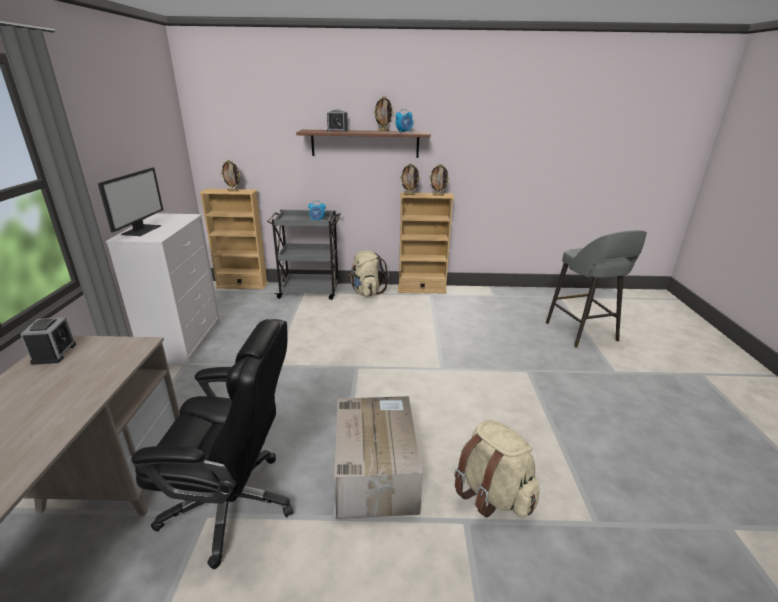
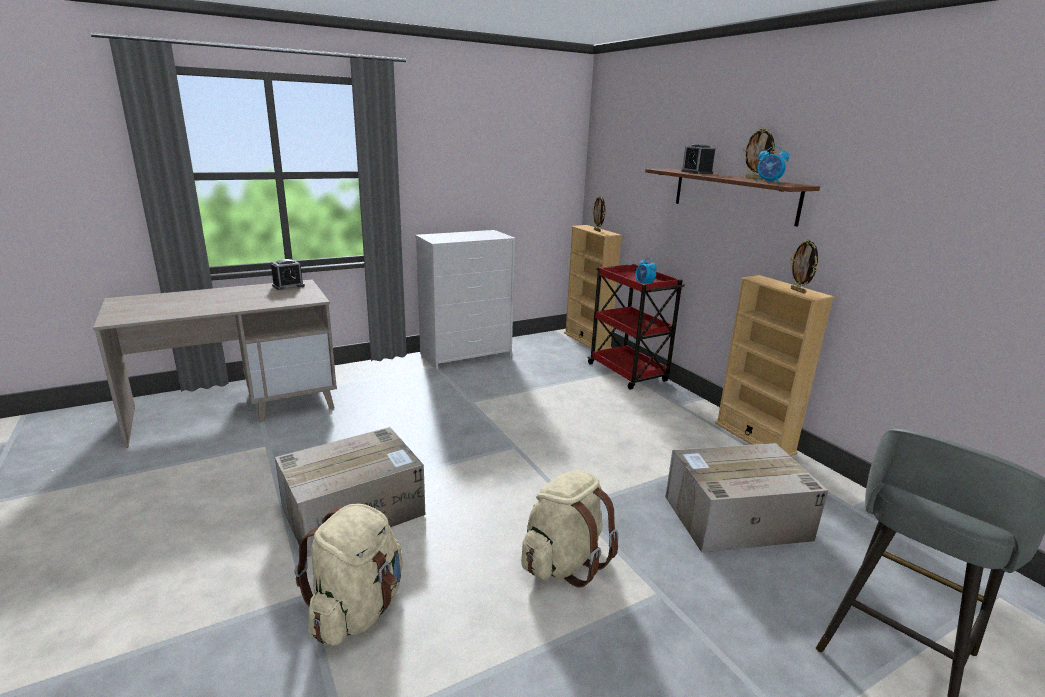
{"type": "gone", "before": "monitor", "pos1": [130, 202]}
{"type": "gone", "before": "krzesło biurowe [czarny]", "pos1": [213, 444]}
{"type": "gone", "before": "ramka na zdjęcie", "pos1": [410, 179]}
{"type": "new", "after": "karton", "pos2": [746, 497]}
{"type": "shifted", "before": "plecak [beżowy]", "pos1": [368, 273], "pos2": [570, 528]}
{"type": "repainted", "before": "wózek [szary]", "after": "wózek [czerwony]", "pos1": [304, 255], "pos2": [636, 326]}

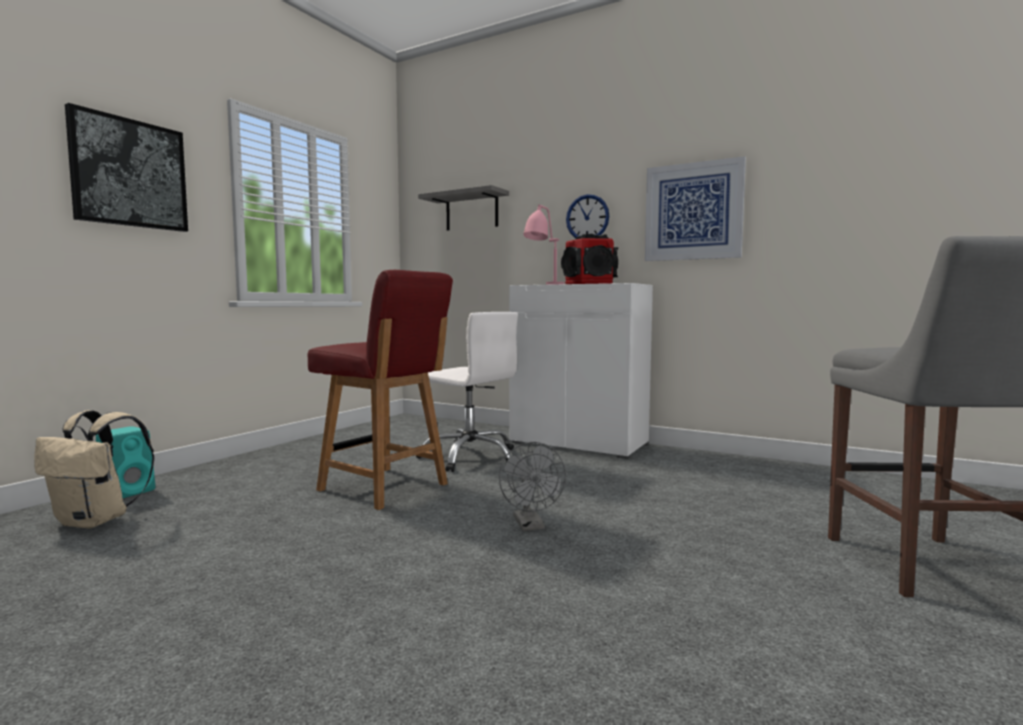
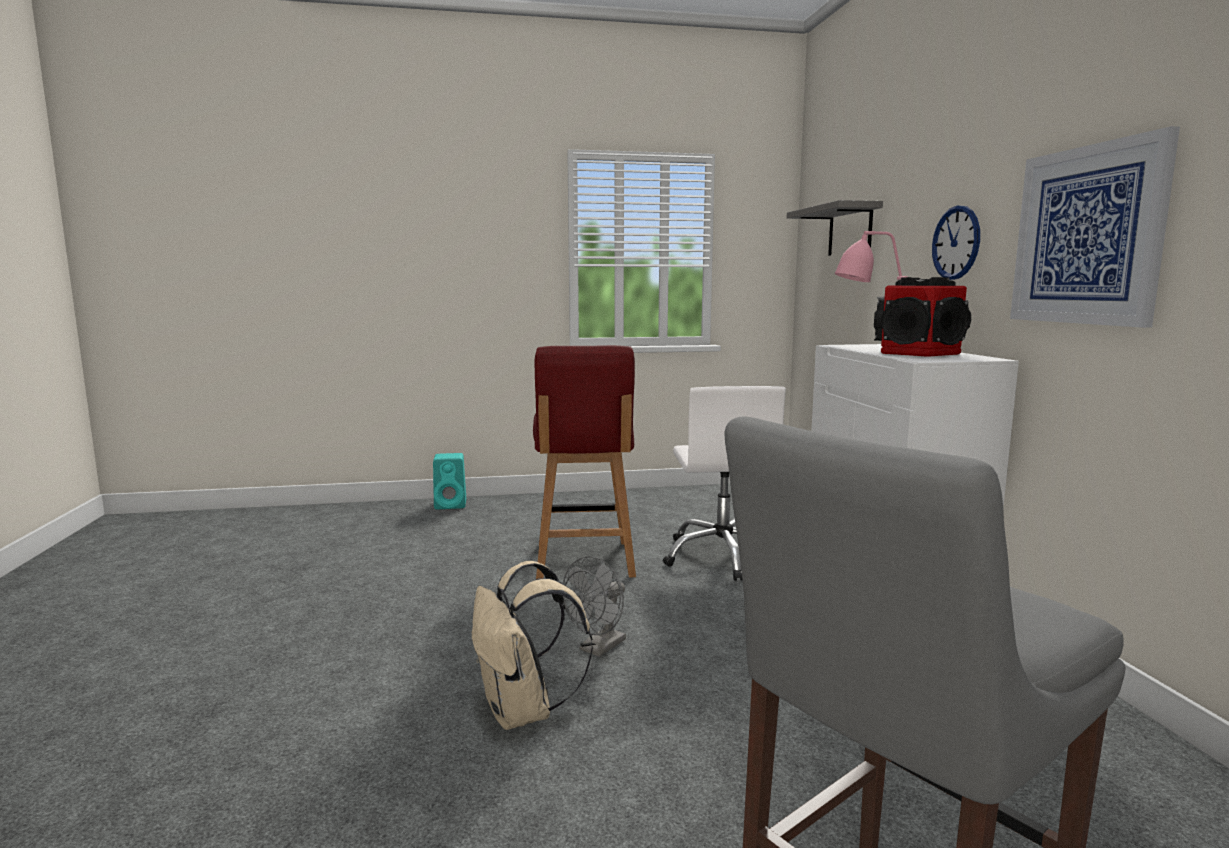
{"type": "gone", "before": "obraz", "pos1": [126, 167]}
{"type": "shifted", "before": "plecak [beżowy]", "pos1": [94, 469], "pos2": [532, 645]}

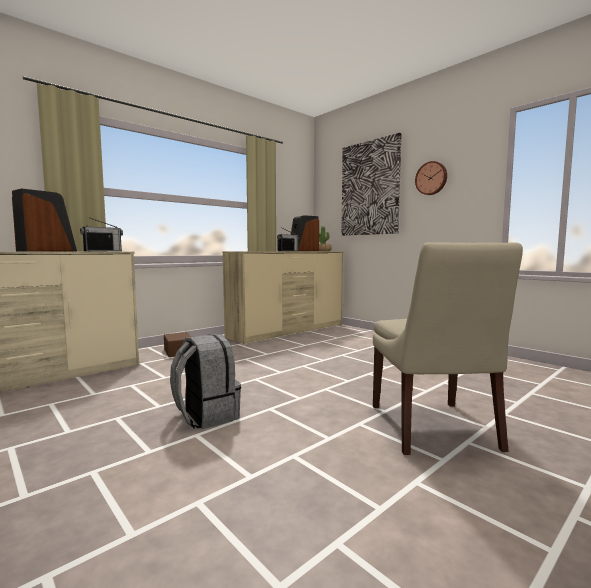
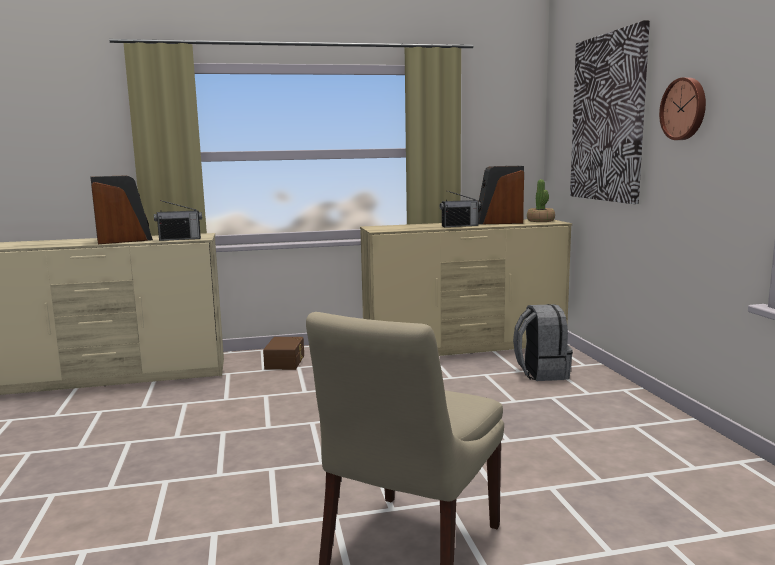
{"type": "shifted", "before": "plecak [szary]", "pos1": [205, 381], "pos2": [543, 342]}

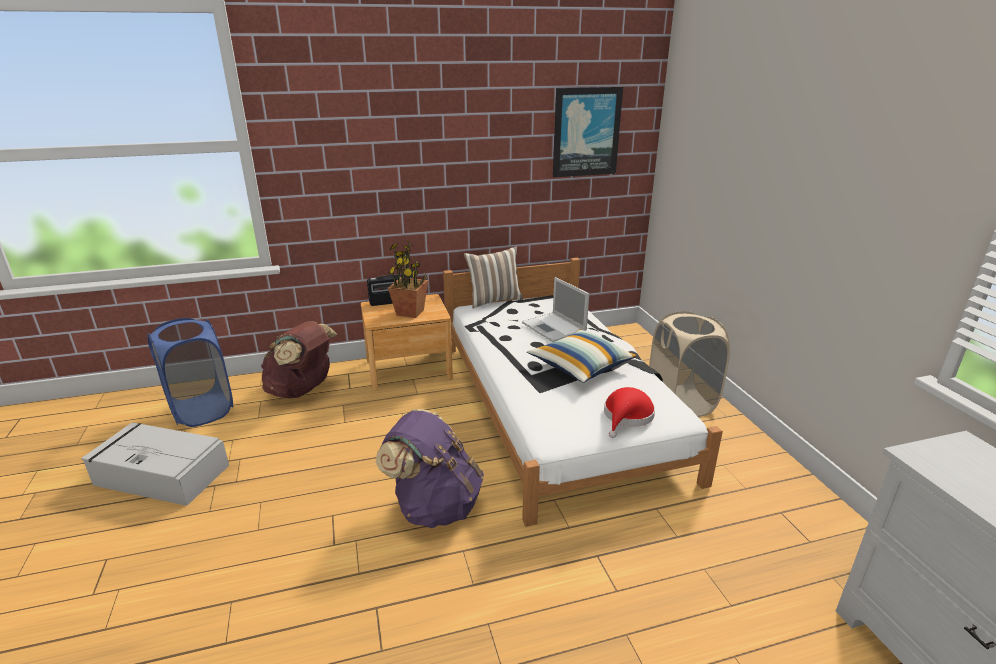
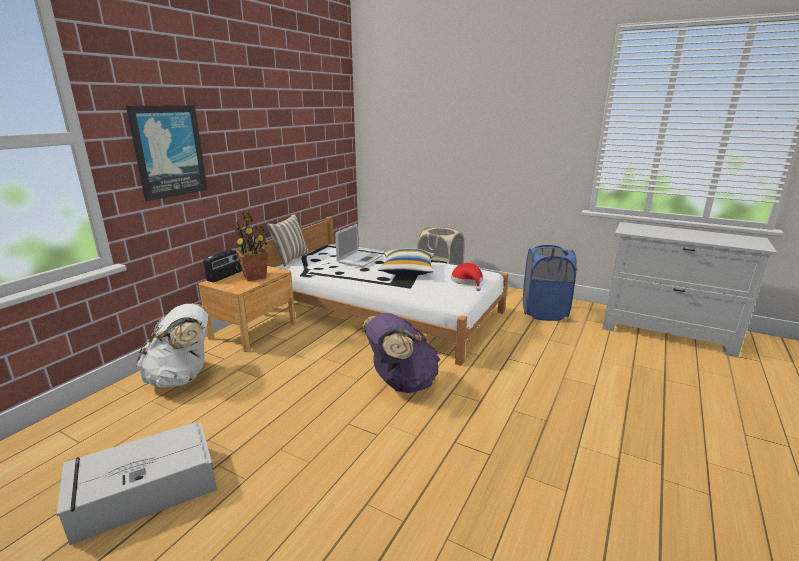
{"type": "shifted", "before": "kosz na pranie [niebieski]", "pos1": [190, 372], "pos2": [550, 283]}
{"type": "shifted", "before": "obraz", "pos1": [588, 132], "pos2": [167, 153]}
{"type": "repainted", "before": "plecak [brązowy]", "after": "plecak [biały]", "pos1": [299, 359], "pos2": [172, 346]}
{"type": "rotated", "before": "laptop", "pos1": [555, 309], "pos2": [359, 245], "turn": -75}

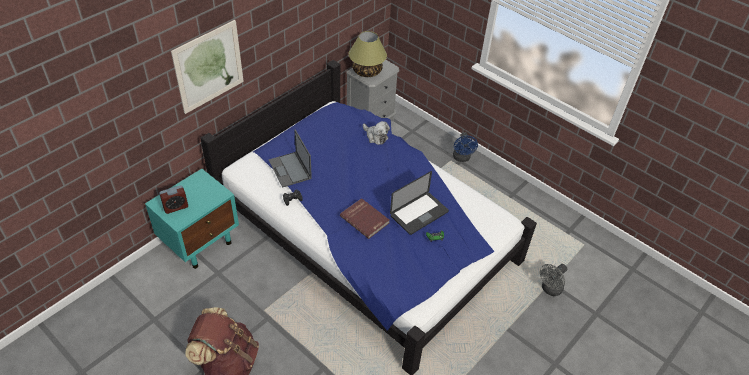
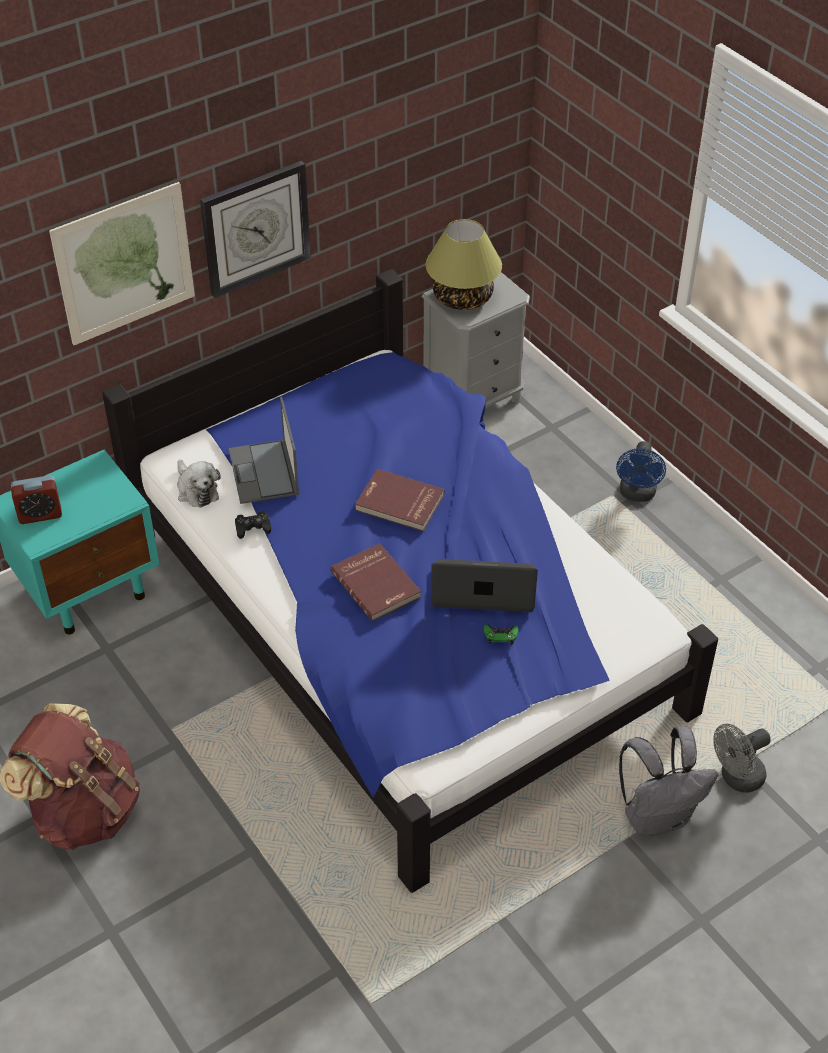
{"type": "new", "after": "zegar ścienny", "pos2": [255, 229]}
{"type": "new", "after": "książka [czerwony]", "pos2": [400, 500]}
{"type": "new", "after": "plecak [szary]", "pos2": [668, 781]}
{"type": "shifted", "before": "pluszak", "pos1": [376, 133], "pos2": [199, 484]}
{"type": "rotated", "before": "laptop", "pos1": [419, 203], "pos2": [484, 585], "turn": -150}

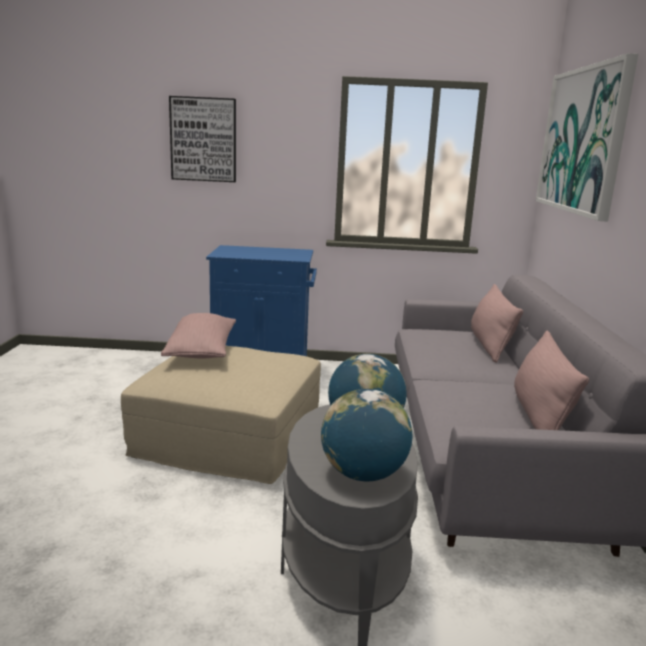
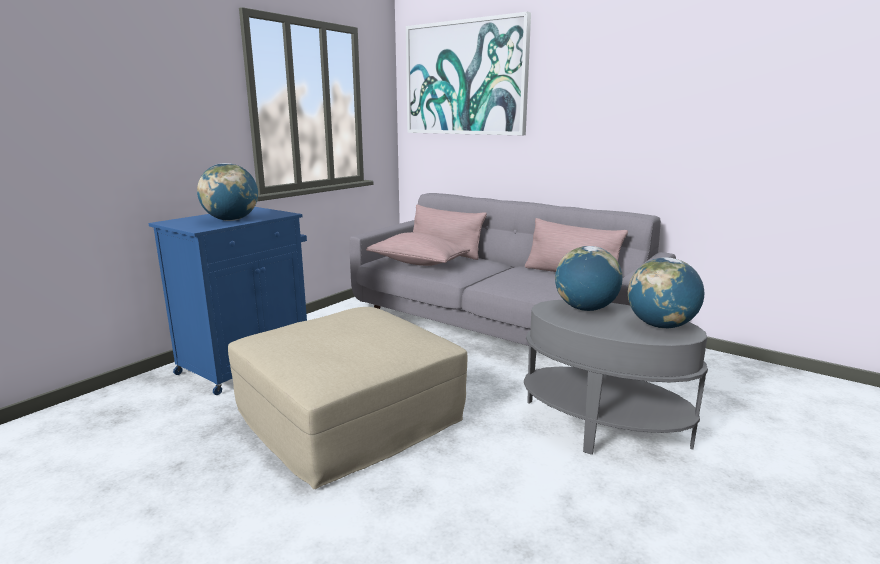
{"type": "gone", "before": "obraz", "pos1": [202, 139]}
{"type": "new", "after": "globus", "pos2": [227, 192]}
{"type": "shifted", "before": "poduszka [różowy]", "pos1": [198, 335], "pos2": [418, 249]}

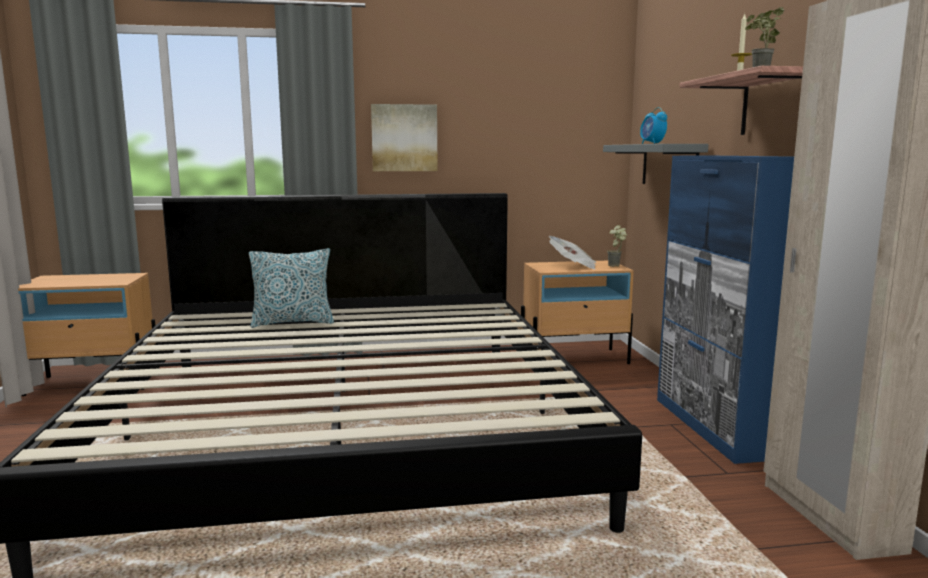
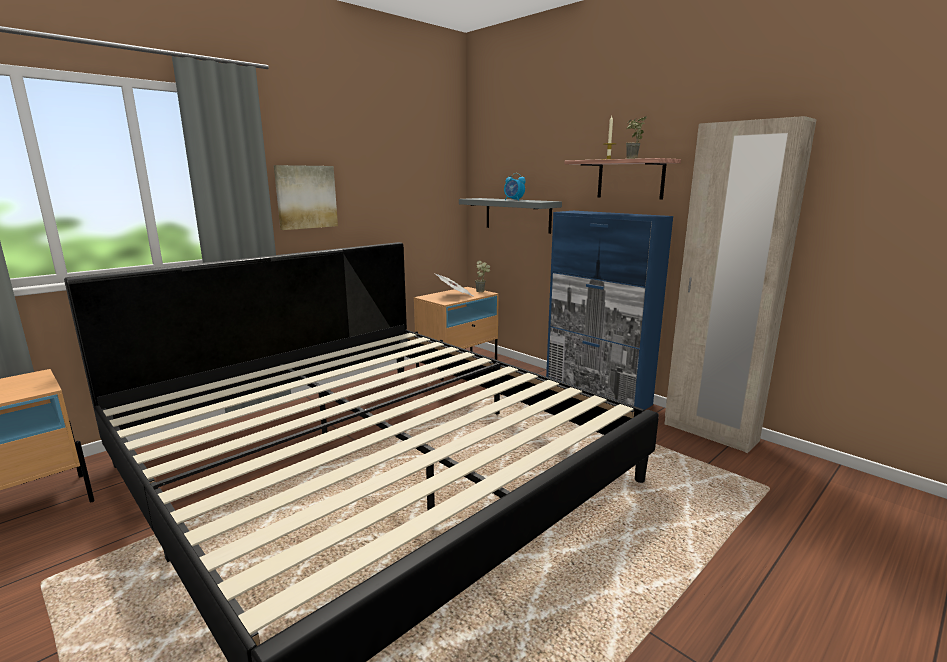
{"type": "gone", "before": "poduszka", "pos1": [291, 288]}

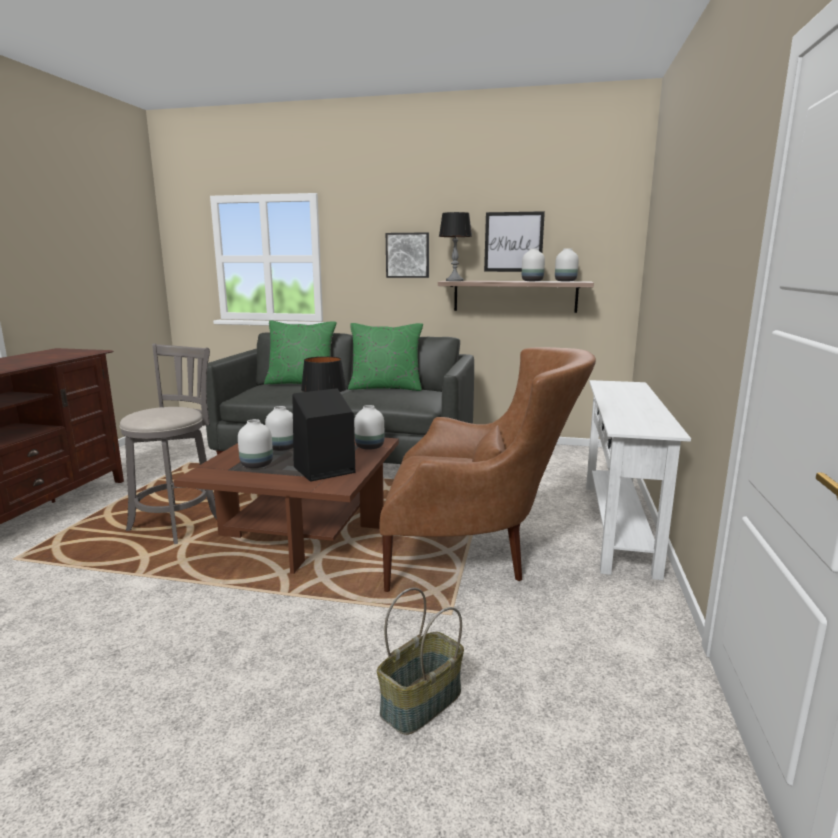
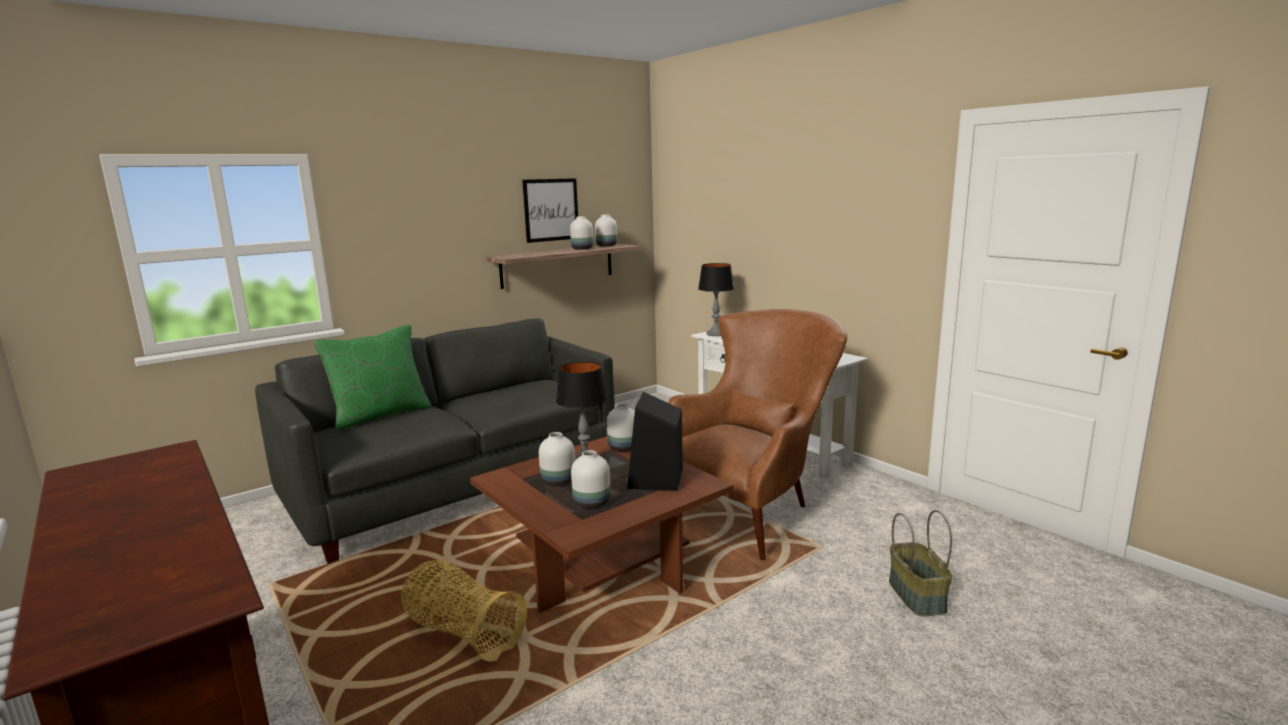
{"type": "gone", "before": "poduszka [zielony]", "pos1": [385, 357]}
{"type": "gone", "before": "obraz", "pos1": [407, 255]}
{"type": "shifted", "before": "lampa stołowa", "pos1": [455, 246], "pos2": [716, 299]}
{"type": "swapped", "before": "stołek [szary]", "after": "koszyk", "pos1": [168, 443], "pos2": [464, 611]}

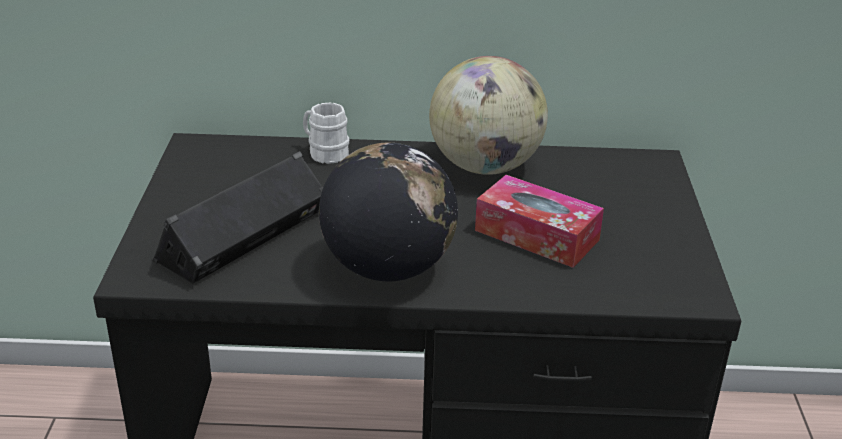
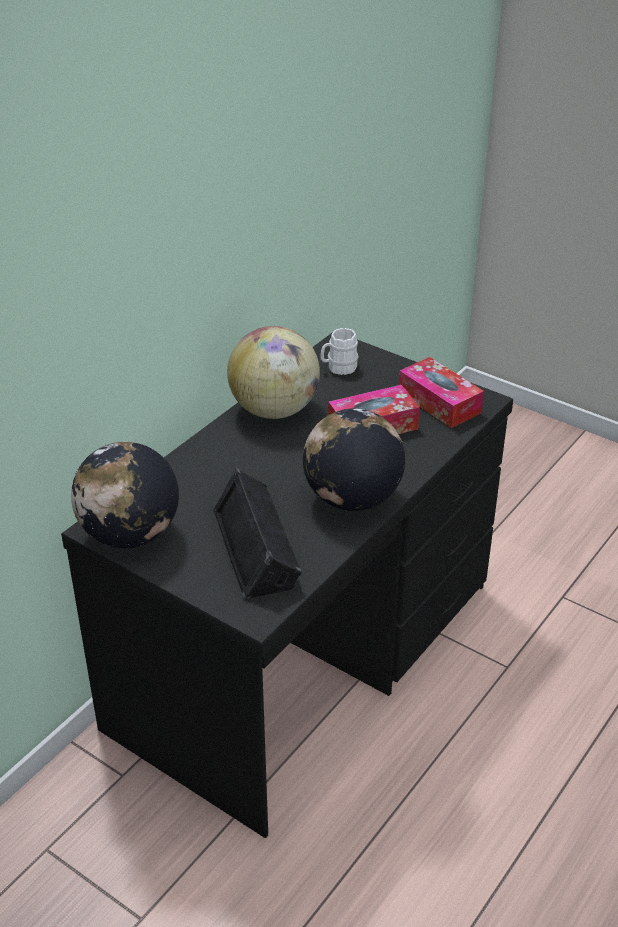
{"type": "new", "after": "globus", "pos2": [125, 495]}
{"type": "new", "after": "pudełko chusteczek", "pos2": [441, 392]}
{"type": "shifted", "before": "kubek [biały]", "pos1": [326, 133], "pos2": [339, 351]}

